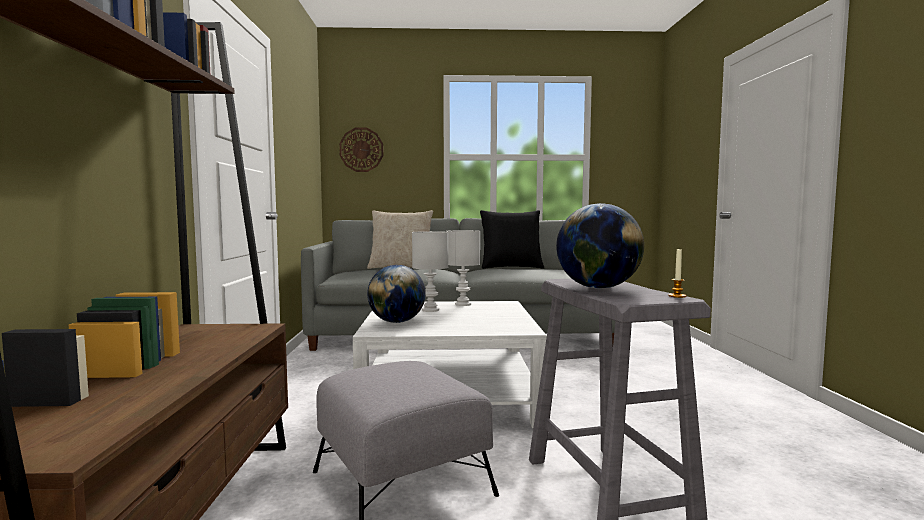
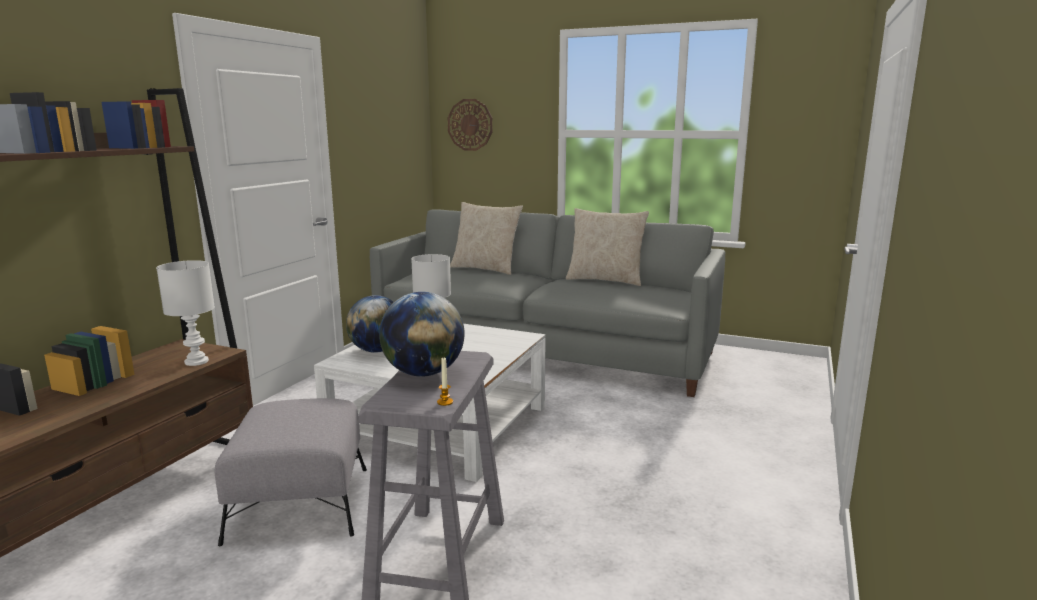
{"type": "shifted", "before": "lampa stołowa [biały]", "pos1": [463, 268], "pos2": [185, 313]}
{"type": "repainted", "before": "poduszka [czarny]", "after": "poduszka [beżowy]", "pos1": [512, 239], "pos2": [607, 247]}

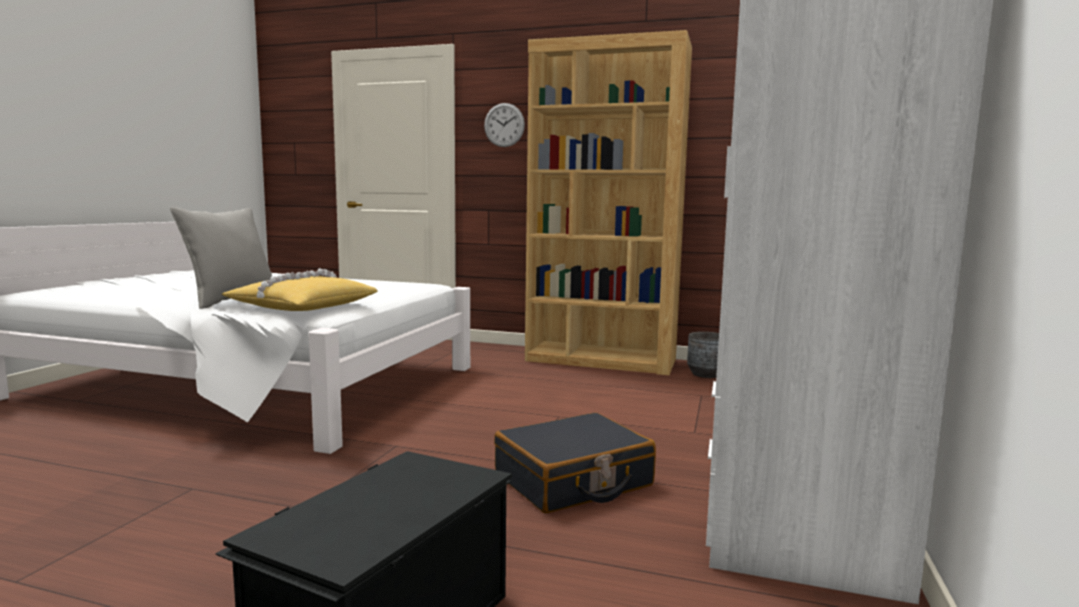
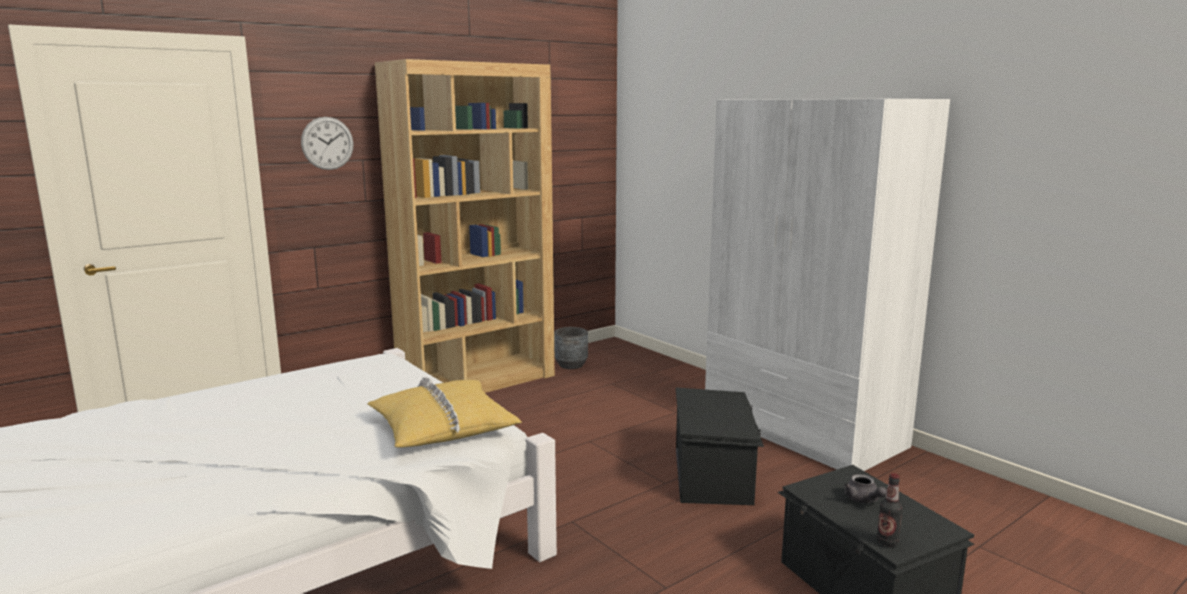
{"type": "gone", "before": "poduszka [szary]", "pos1": [221, 258]}
{"type": "new", "after": "imbryk [szary]", "pos2": [865, 488]}
{"type": "new", "after": "butelka", "pos2": [890, 509]}
{"type": "swapped", "before": "walizka [czarny]", "after": "pojemnik do przechowywania [czarny]", "pos1": [575, 463], "pos2": [720, 446]}

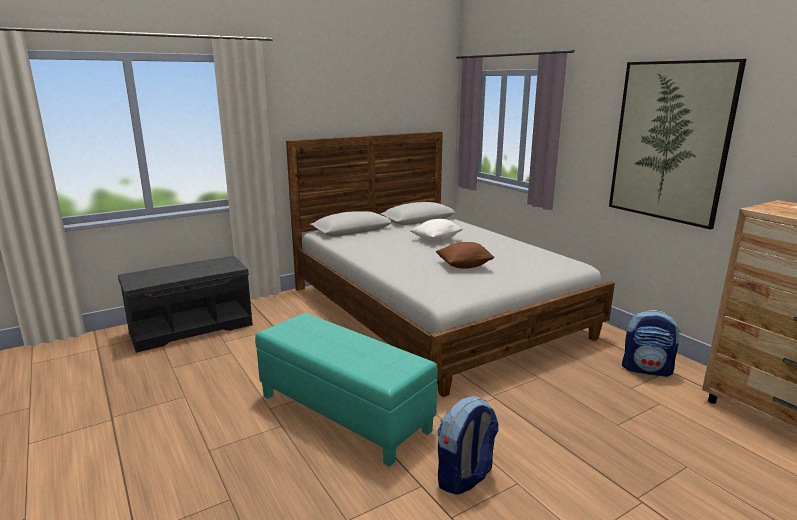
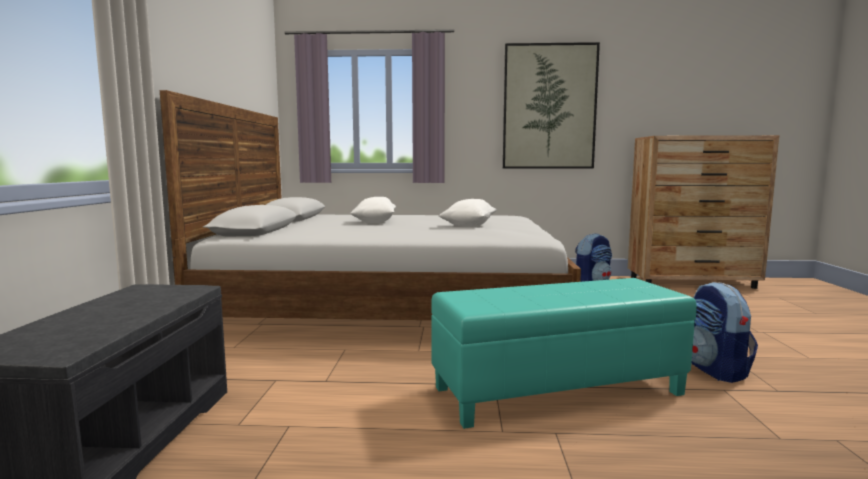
{"type": "repainted", "before": "poduszka [brązowy]", "after": "poduszka [biały]", "pos1": [465, 255], "pos2": [467, 213]}

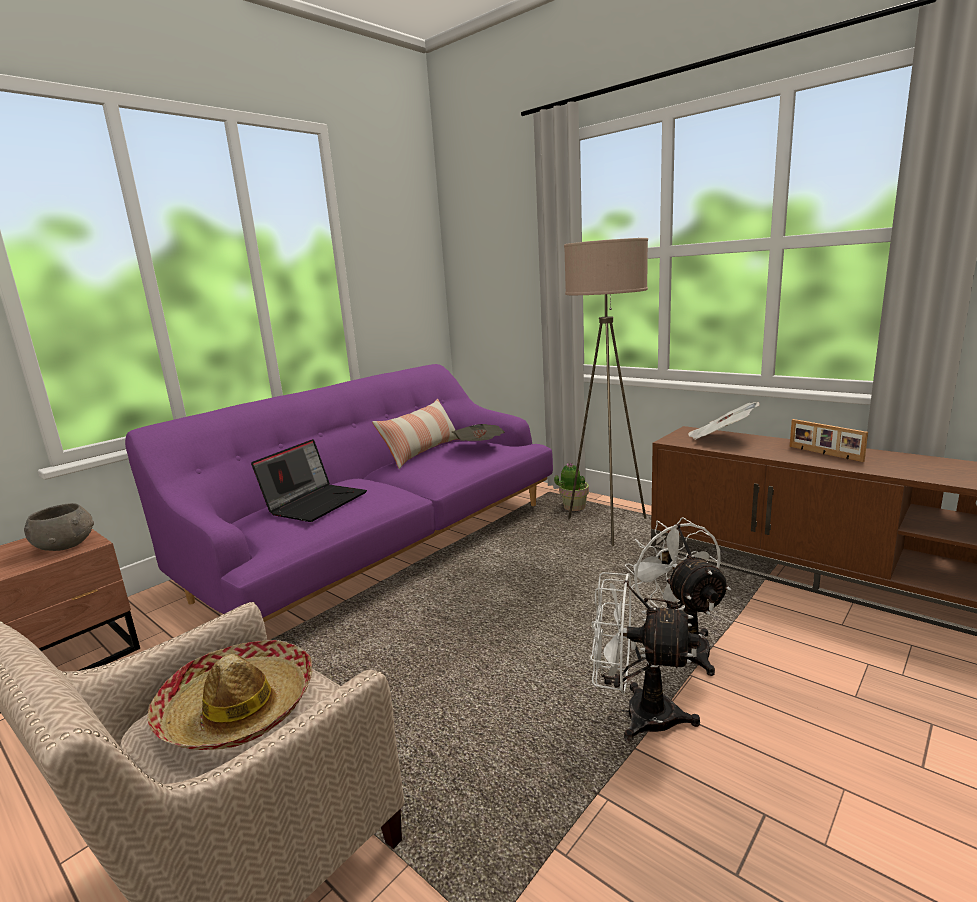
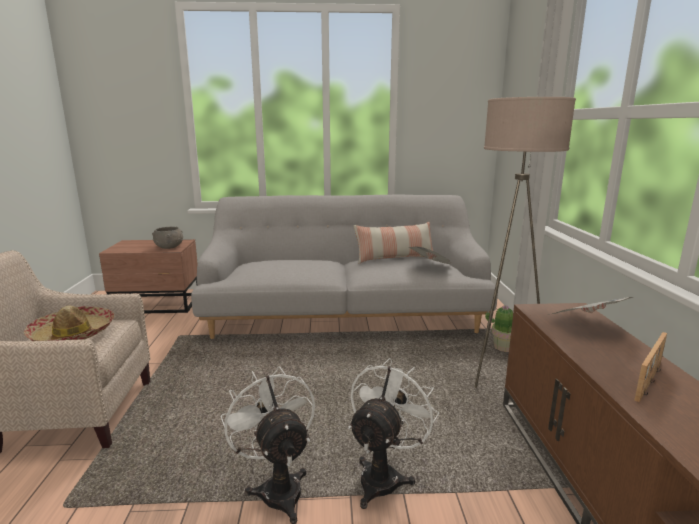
{"type": "gone", "before": "laptop", "pos1": [309, 480]}
{"type": "repainted", "before": "kanapa [fioletowy]", "after": "kanapa [szary]", "pos1": [339, 493], "pos2": [344, 267]}
{"type": "rotated", "before": "ramka na zdjęcie", "pos1": [828, 440], "pos2": [650, 367], "turn": -150}

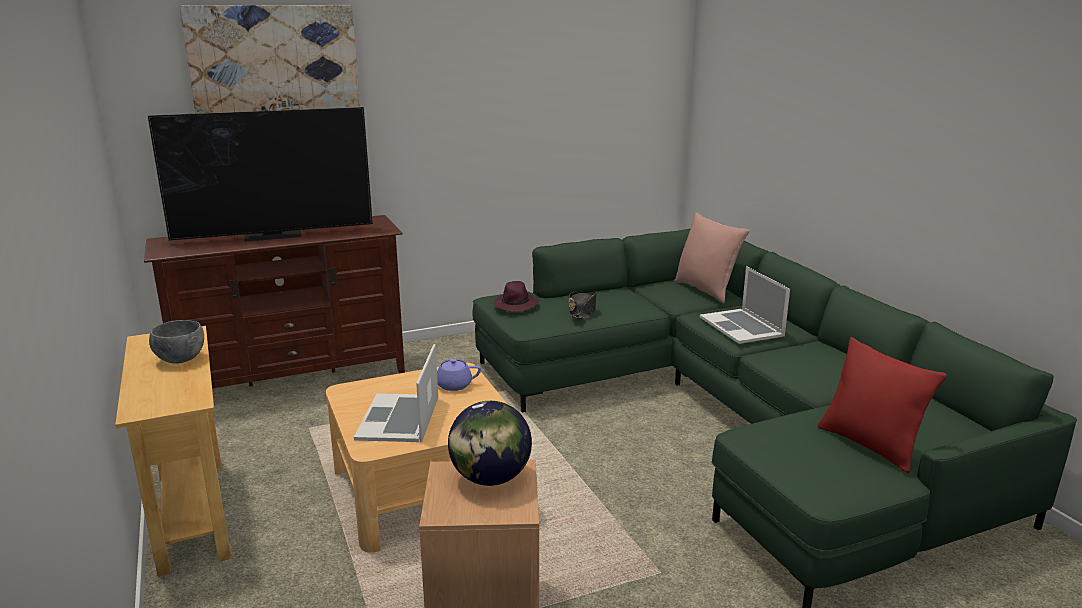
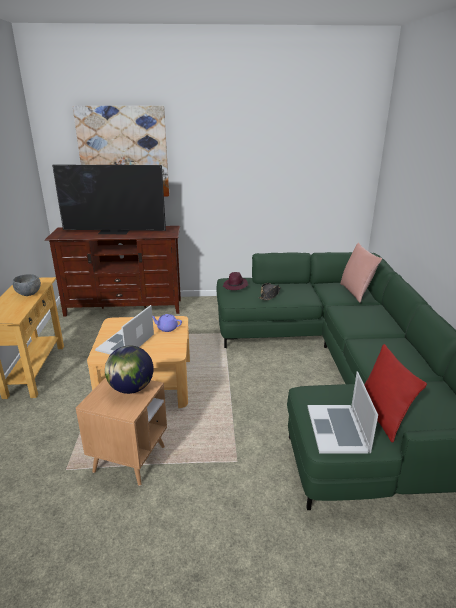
{"type": "shifted", "before": "laptop", "pos1": [745, 305], "pos2": [343, 412]}

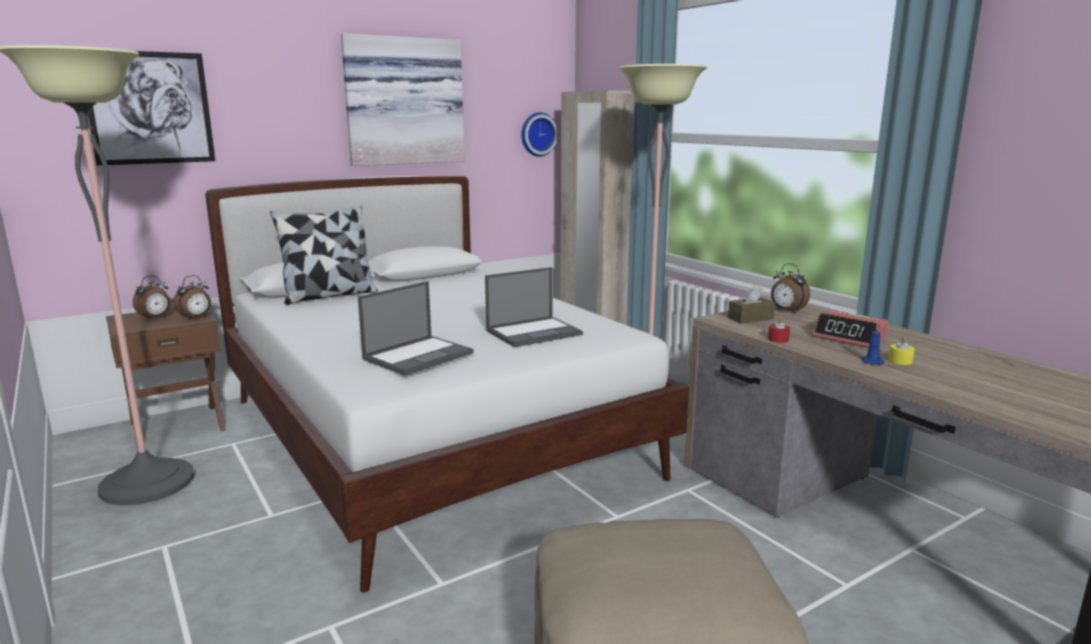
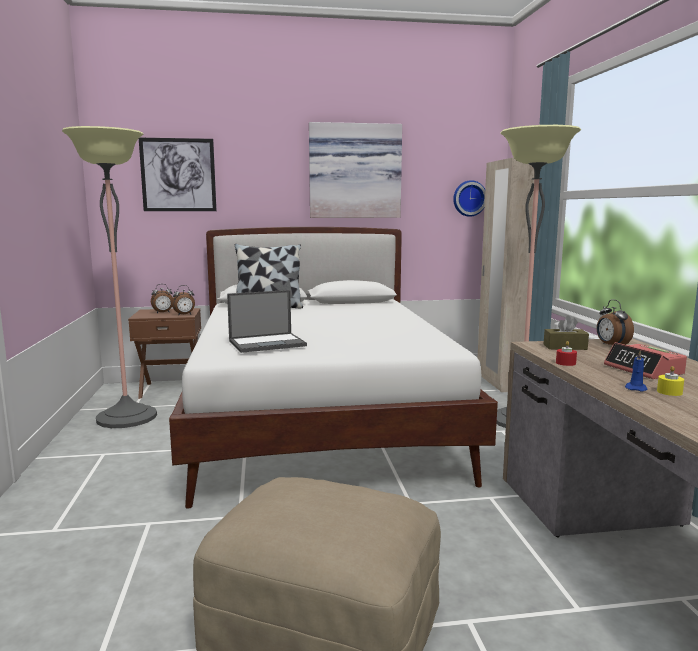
{"type": "gone", "before": "laptop", "pos1": [534, 307]}

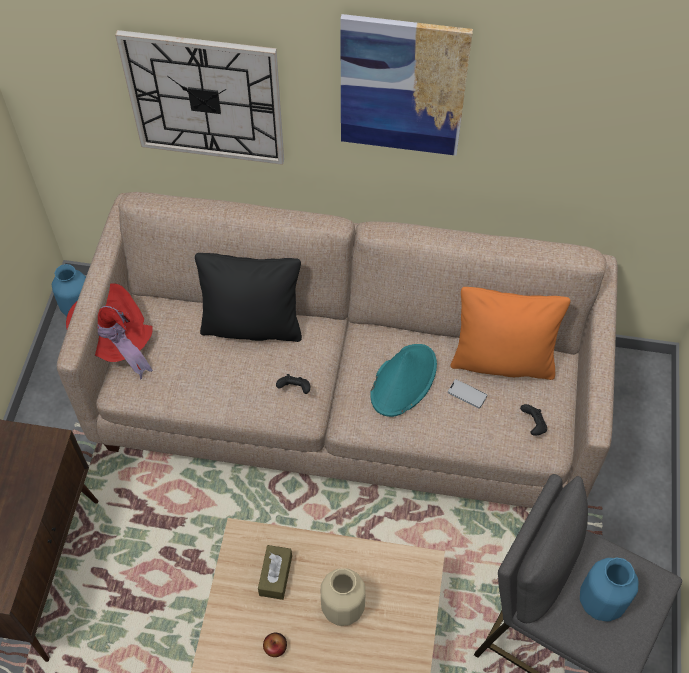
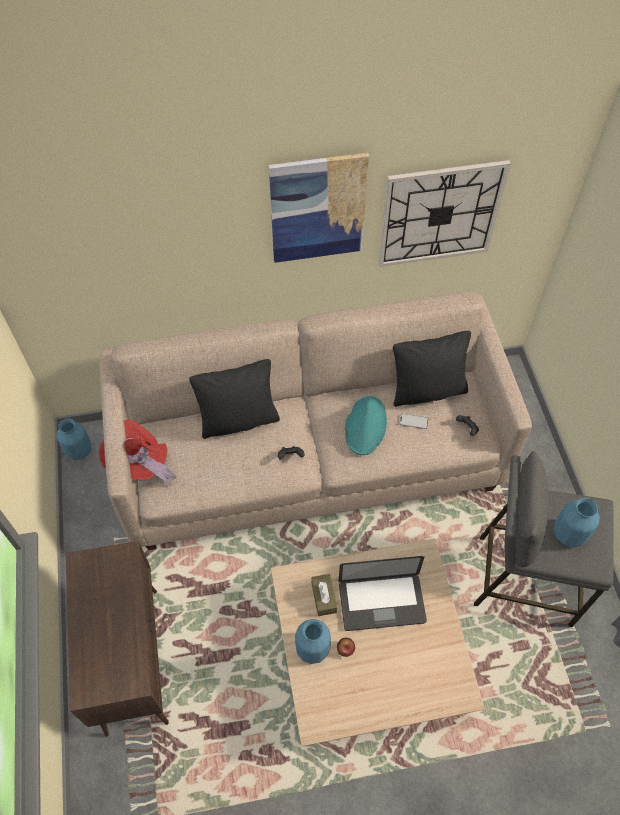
{"type": "new", "after": "wazon [niebieski]", "pos2": [313, 641]}
{"type": "shifted", "before": "zegar ścienny", "pos1": [199, 97], "pos2": [445, 213]}
{"type": "swapped", "before": "wazon [beżowy]", "after": "laptop", "pos1": [343, 597], "pos2": [382, 593]}
{"type": "repainted", "before": "poduszka [pomarańczowy]", "after": "poduszka [czarny]", "pos1": [510, 333], "pos2": [432, 369]}

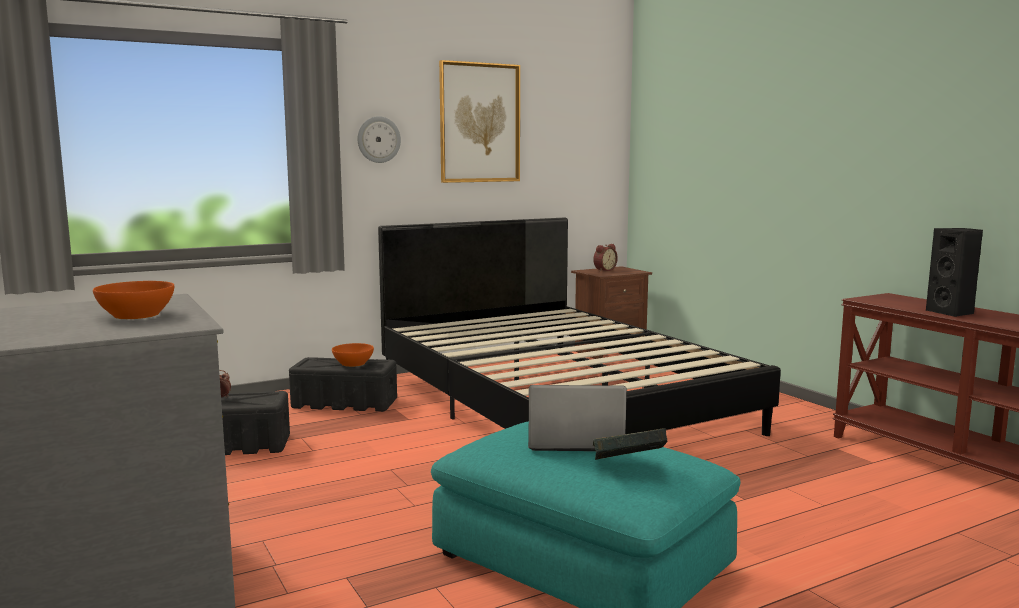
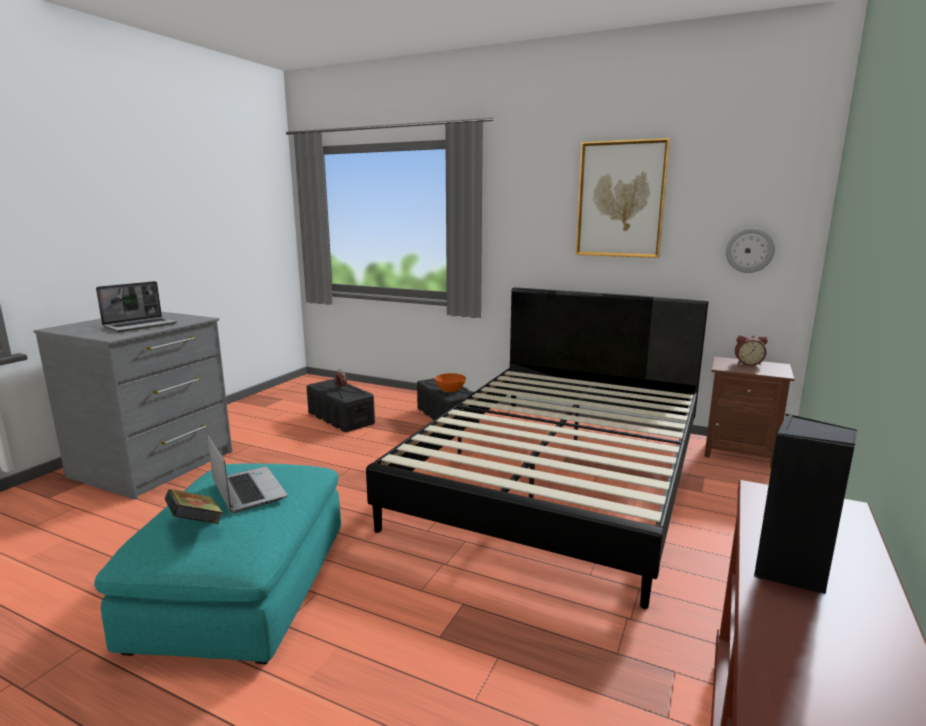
{"type": "shifted", "before": "zegar ścienny", "pos1": [379, 139], "pos2": [750, 250]}
{"type": "swapped", "before": "miska [pomarańczowy]", "after": "laptop", "pos1": [133, 300], "pos2": [137, 306]}

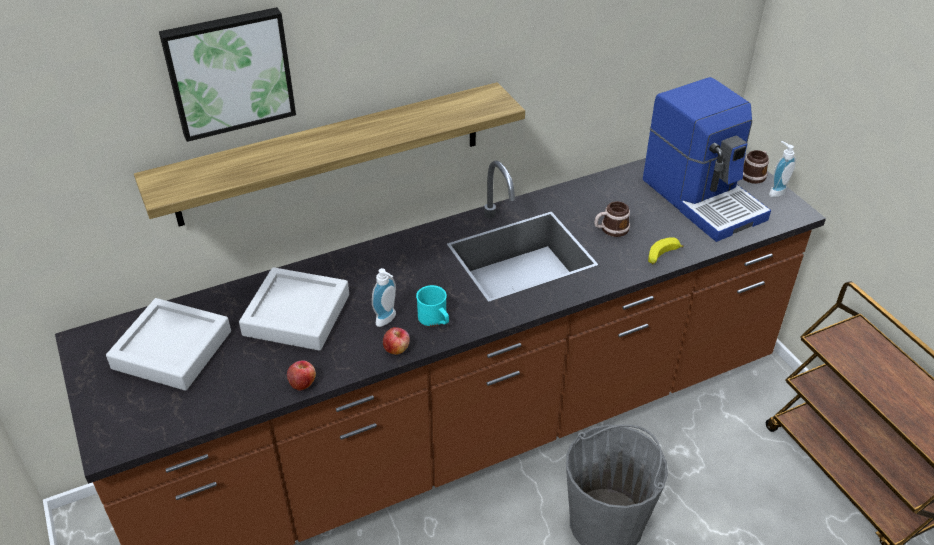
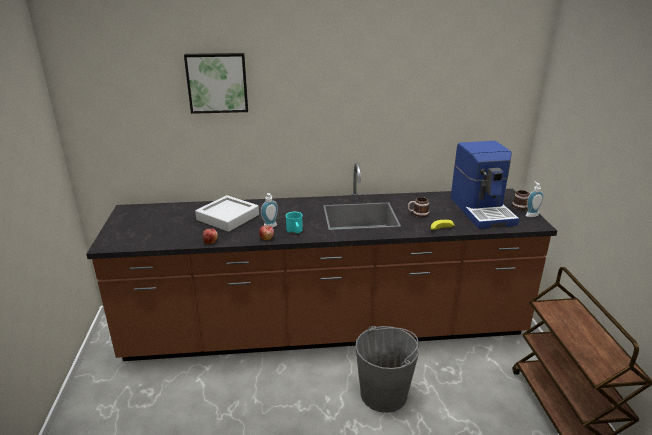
{"type": "gone", "before": "taca [szary]", "pos1": [168, 344]}
{"type": "gone", "before": "półka", "pos1": [329, 154]}

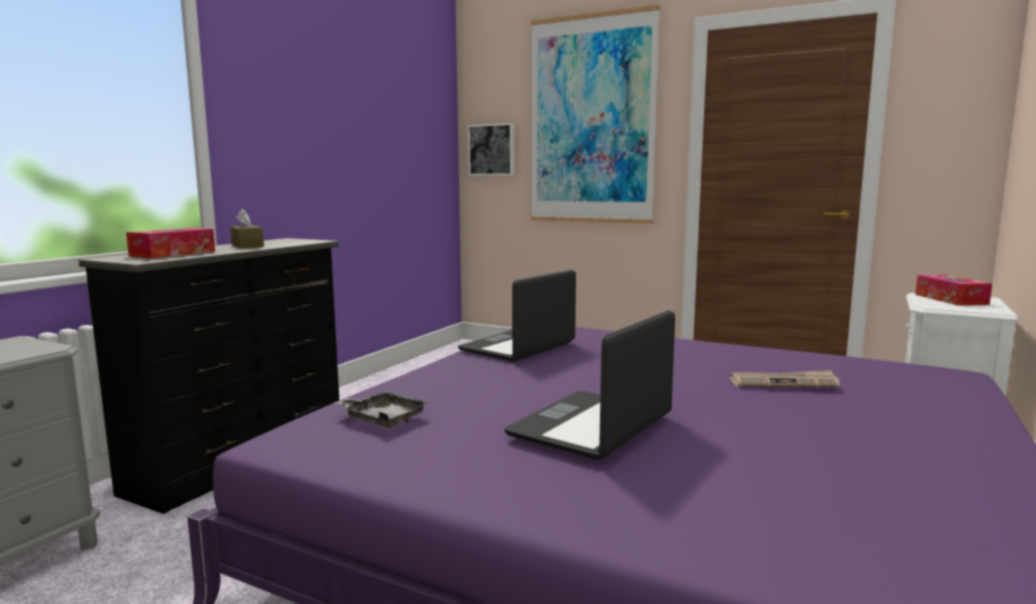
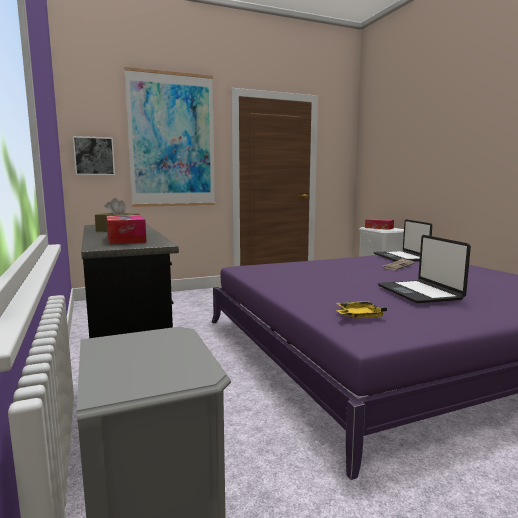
{"type": "shifted", "before": "laptop", "pos1": [517, 316], "pos2": [403, 240]}
{"type": "repainted", "before": "taca [szary]", "after": "taca [żółty]", "pos1": [382, 409], "pos2": [361, 310]}

